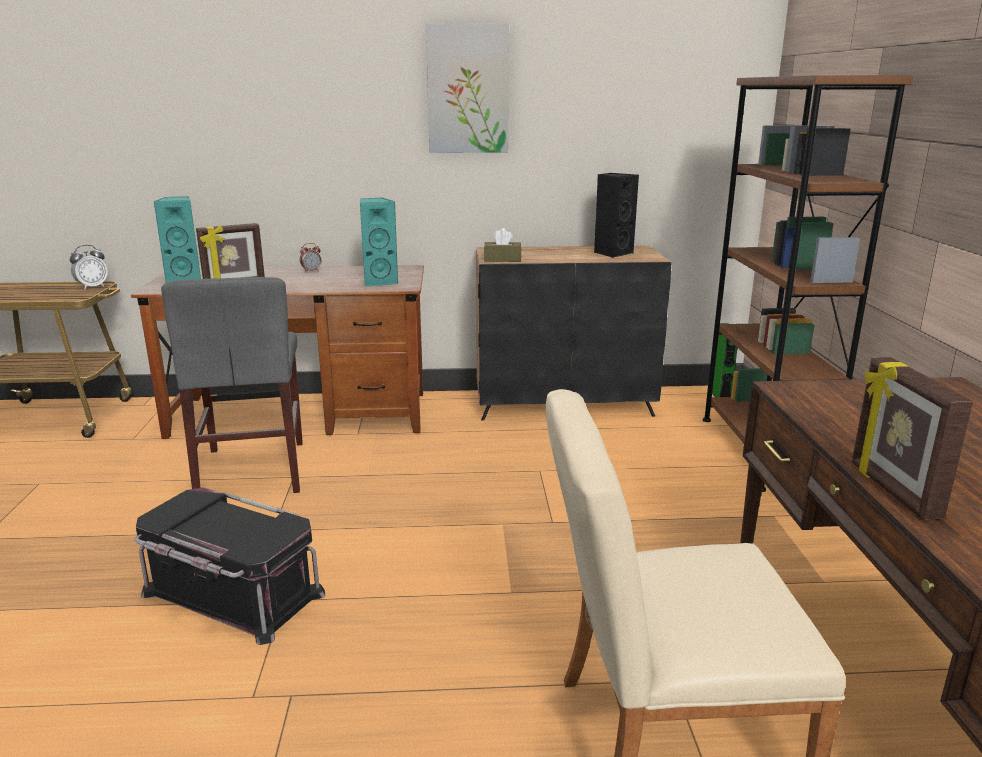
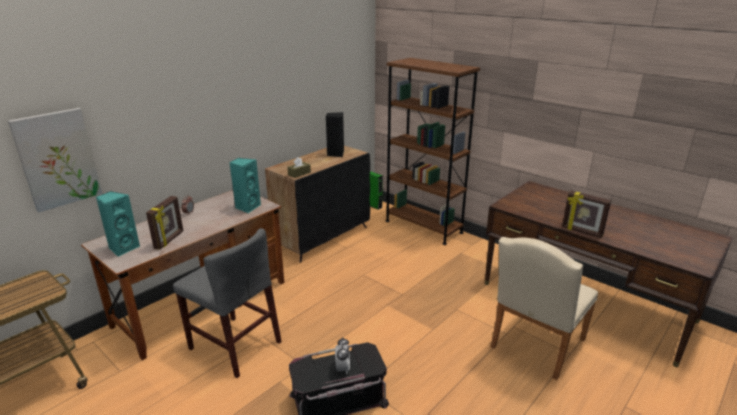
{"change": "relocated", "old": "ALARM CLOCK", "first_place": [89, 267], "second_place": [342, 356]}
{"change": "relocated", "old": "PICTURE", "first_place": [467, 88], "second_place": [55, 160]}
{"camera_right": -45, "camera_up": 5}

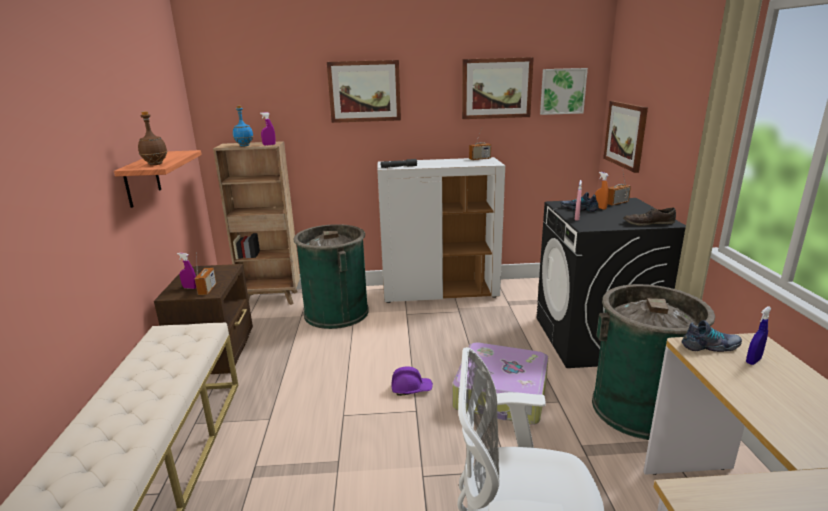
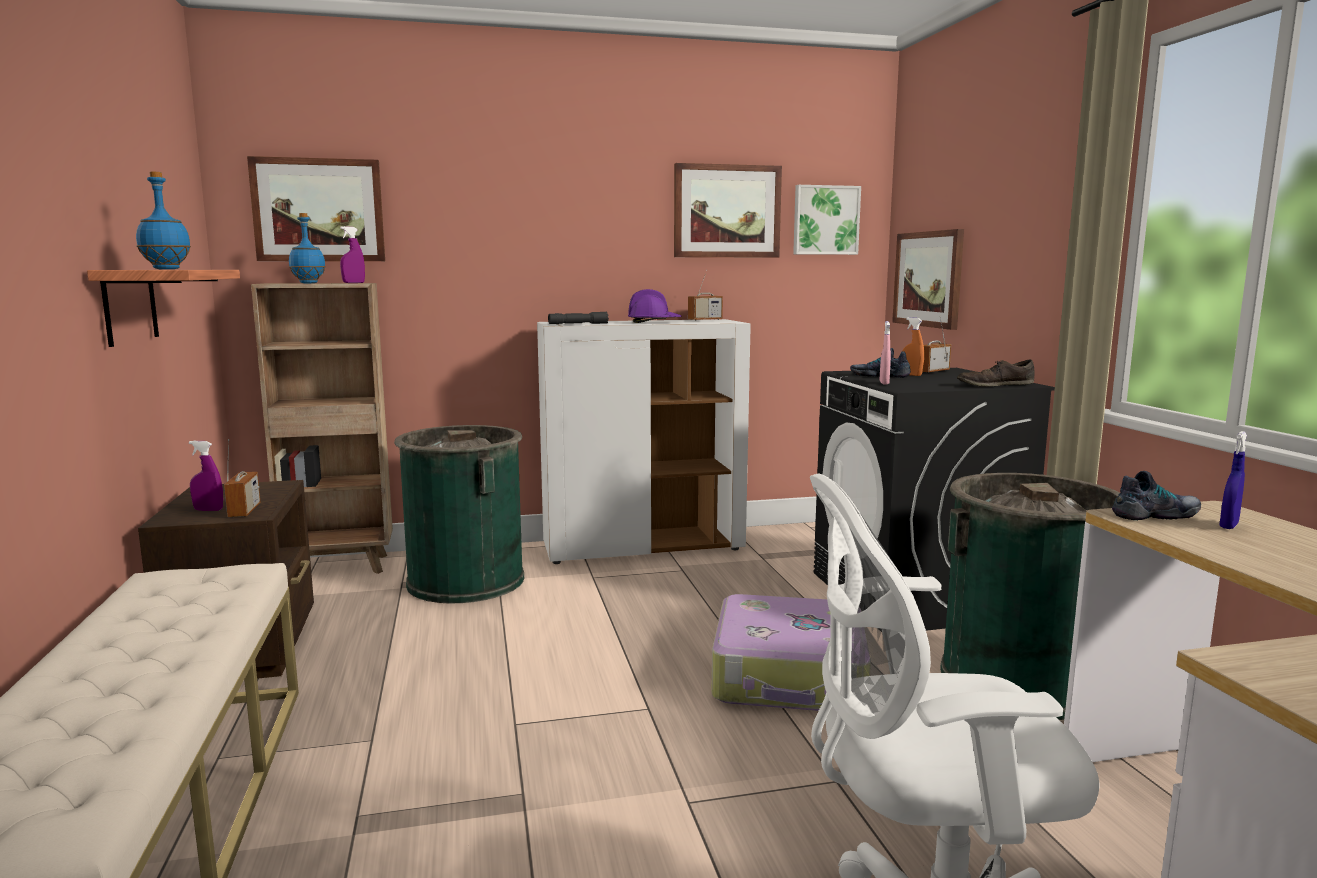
{"change": "relocated", "old": "PICTURE", "first_place": [364, 91], "second_place": [316, 208]}
{"change": "relocated", "old": "PURPLE HARD HAT", "first_place": [412, 381], "second_place": [655, 306]}
{"change": "colour", "old": "BROWN BOTTLE", "new": "BLUE BOTTLE", "first_place": [152, 138], "second_place": [163, 220]}
{"camera_right": -10, "camera_up": -10}

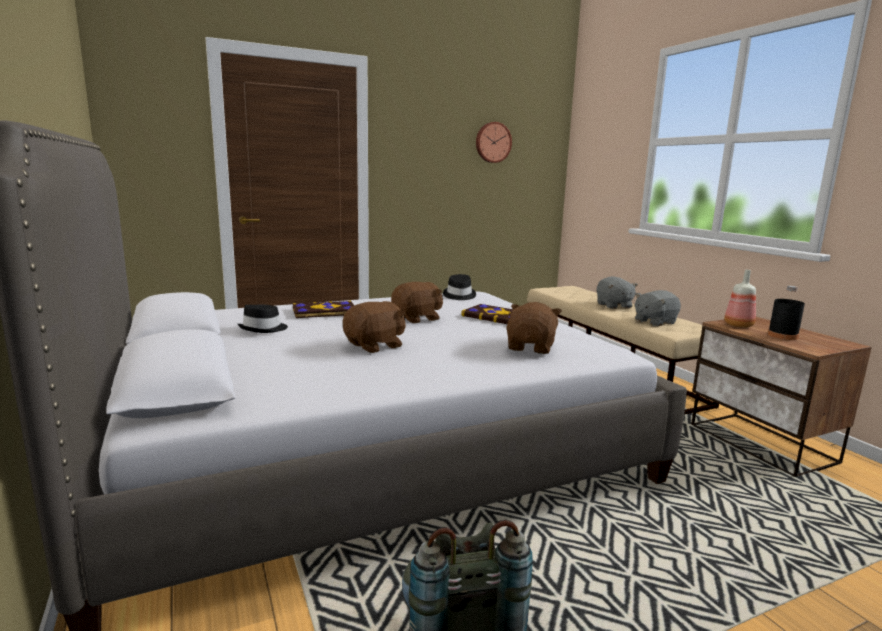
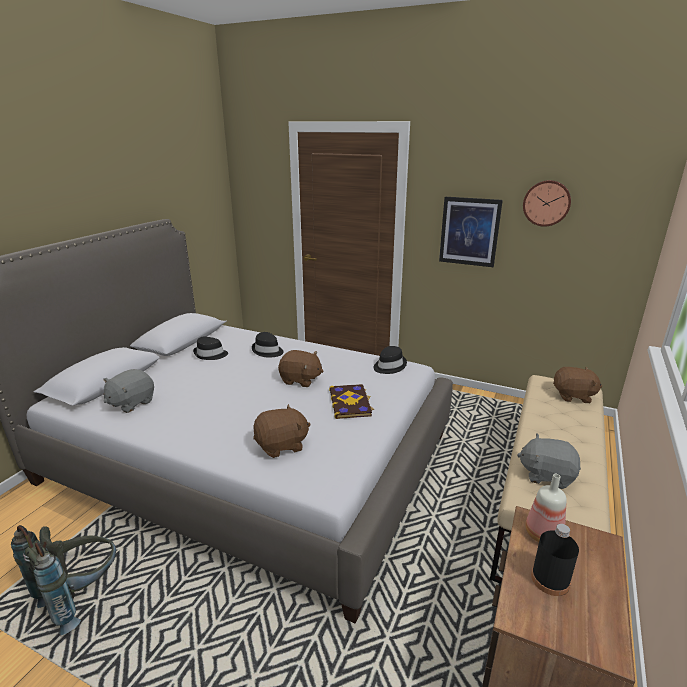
{"change": "appeared", "new": "PICTURE", "second_place": [471, 232]}
{"change": "relocated", "old": "BROWN PLUSH TOY", "first_place": [374, 327], "second_place": [577, 385]}
{"change": "relocated", "old": "GREY PLUSH TOY", "first_place": [617, 292], "second_place": [128, 391]}
{"change": "exchanged", "old": "BOOK", "new": "BLACK HAT", "first_place": [323, 309], "second_place": [267, 345]}
{"camera_right": 50, "camera_up": 10}

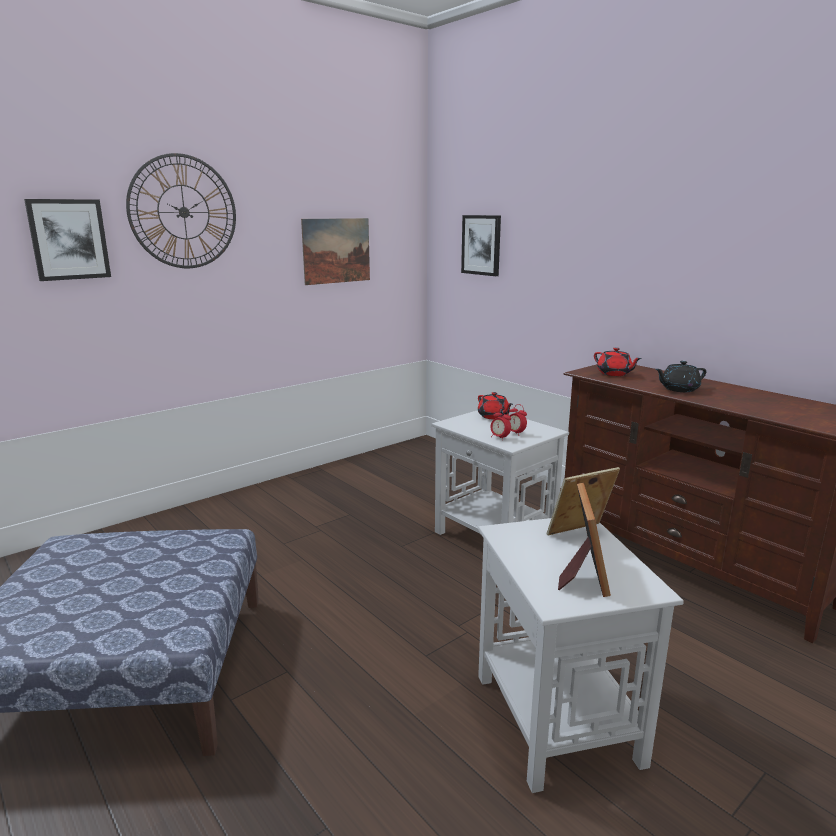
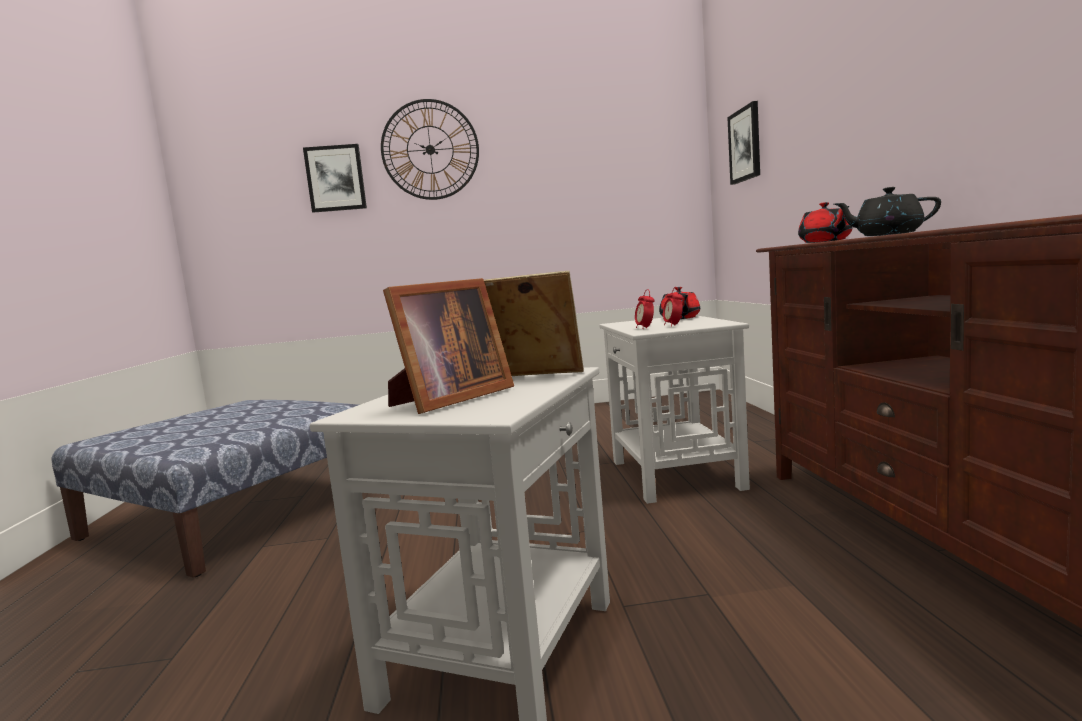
{"change": "missing", "old": "PICTURE", "first_place": [335, 251]}
{"camera_right": 35, "camera_up": -10}

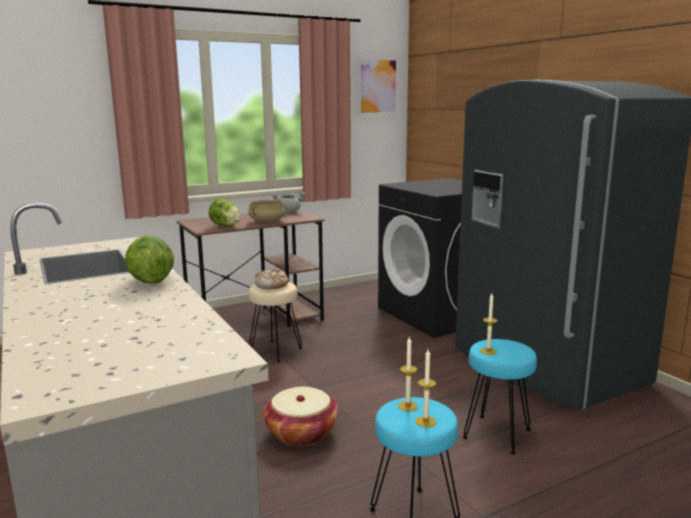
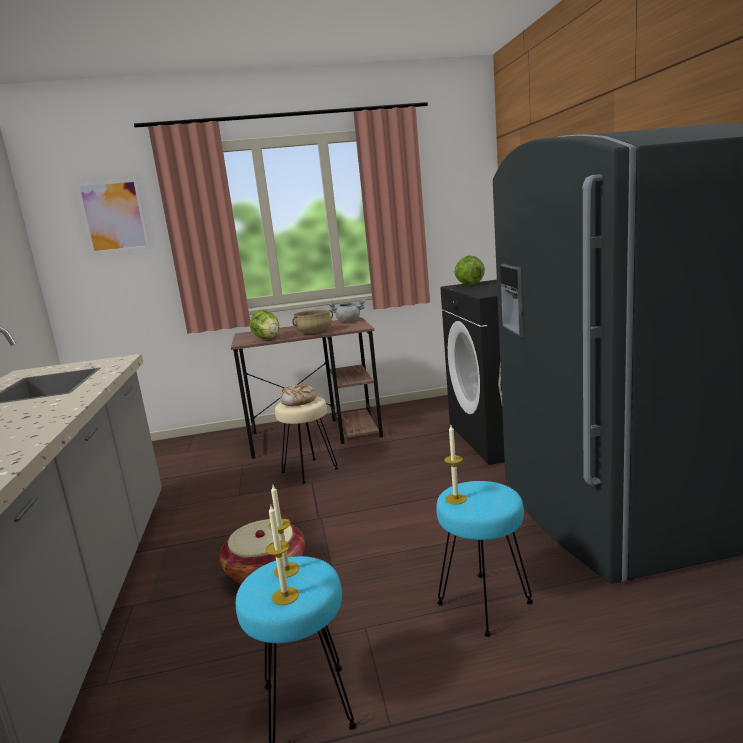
{"change": "relocated", "old": "LETTUCE", "first_place": [149, 259], "second_place": [470, 270]}
{"change": "relocated", "old": "PICTURE", "first_place": [378, 86], "second_place": [113, 216]}
{"camera_right": 20, "camera_up": 0}

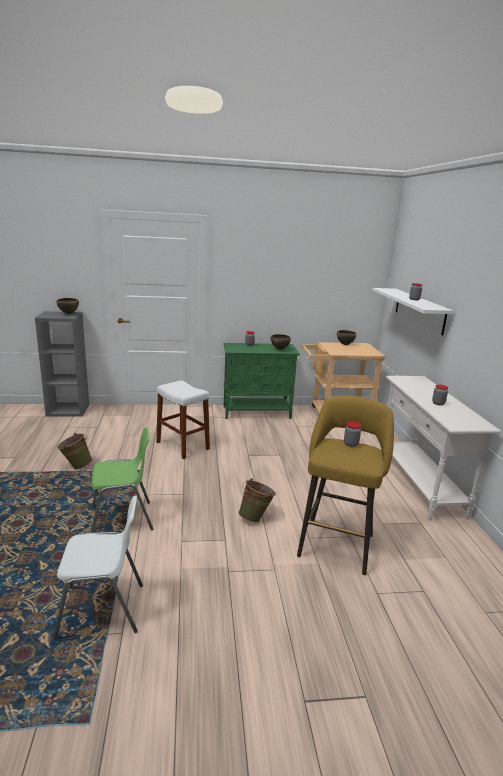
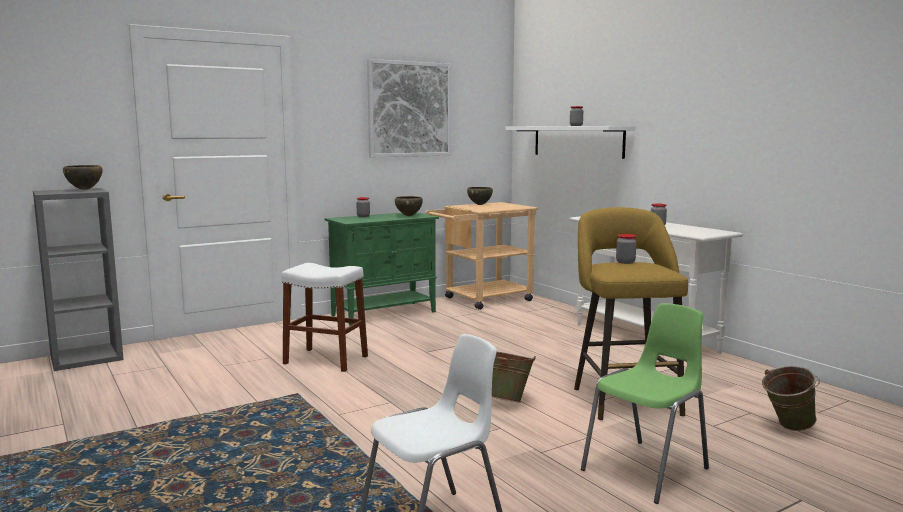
{"change": "appeared", "new": "PICTURE", "second_place": [409, 108]}
{"change": "relocated", "old": "GREEN BUCKET", "first_place": [74, 451], "second_place": [791, 398]}
{"change": "relocated", "old": "GREEN CHAIR", "first_place": [122, 479], "second_place": [645, 403]}
{"camera_right": -25, "camera_up": -10}

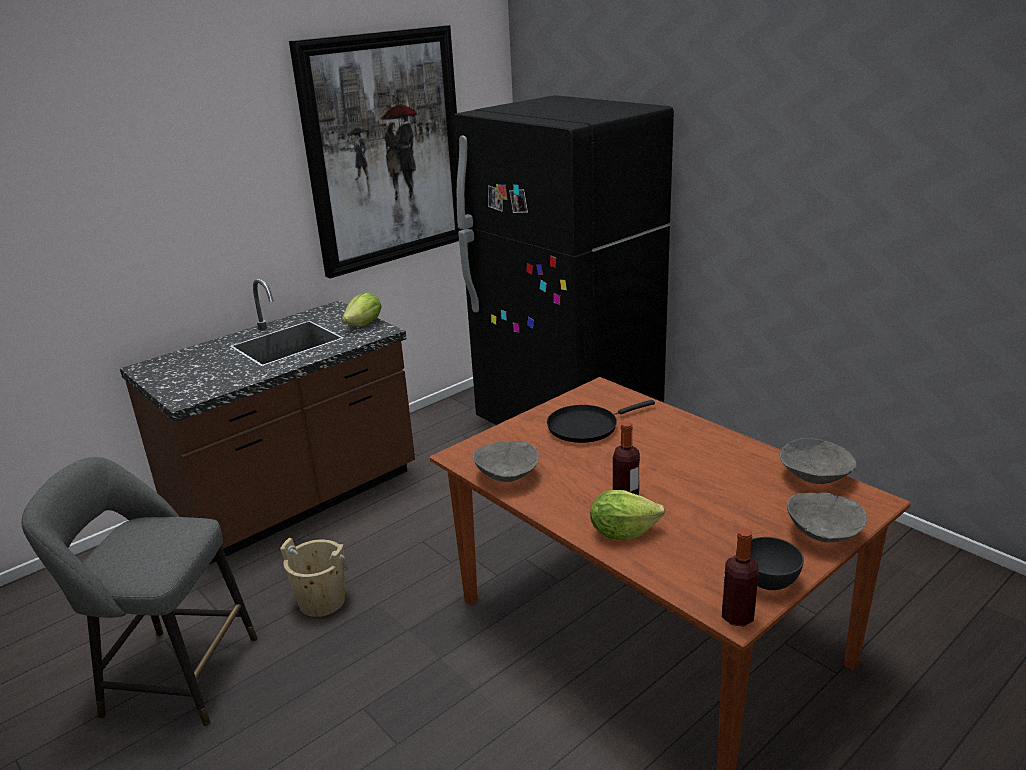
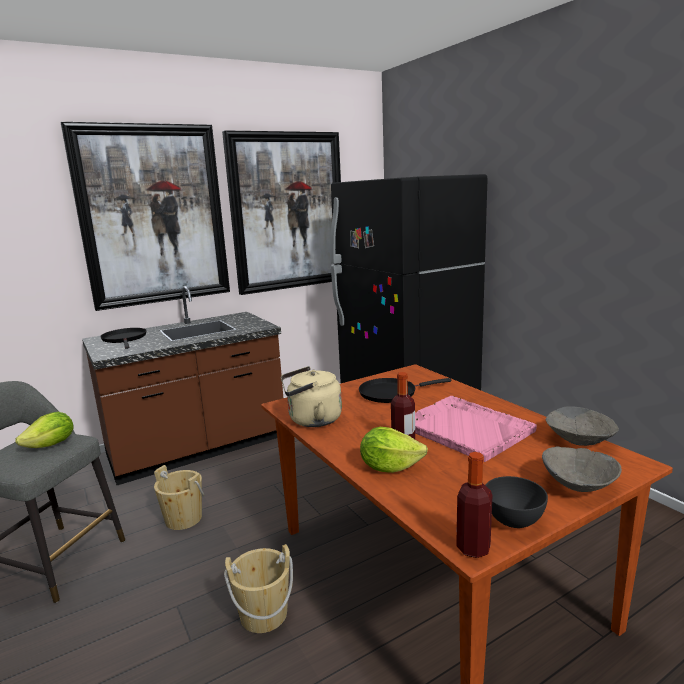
{"change": "appeared", "new": "PICTURE", "second_place": [145, 216]}
{"change": "appeared", "new": "BLACK FRYING PAN", "second_place": [123, 338]}
{"change": "appeared", "new": "BEIGE BUCKET", "second_place": [258, 588]}
{"change": "appeared", "new": "PINK TRAY", "second_place": [476, 429]}
{"change": "relocated", "old": "LETTUCE", "first_place": [362, 309], "second_place": [44, 430]}
{"change": "exchanged", "old": "GREY BOWL", "new": "BEIGE KETTLE", "first_place": [506, 461], "second_place": [311, 396]}
{"camera_right": 10, "camera_up": -10}

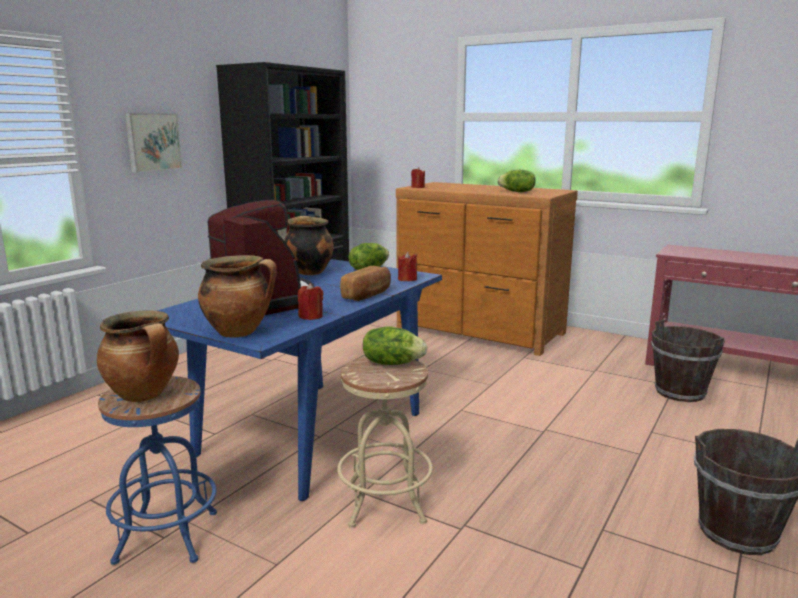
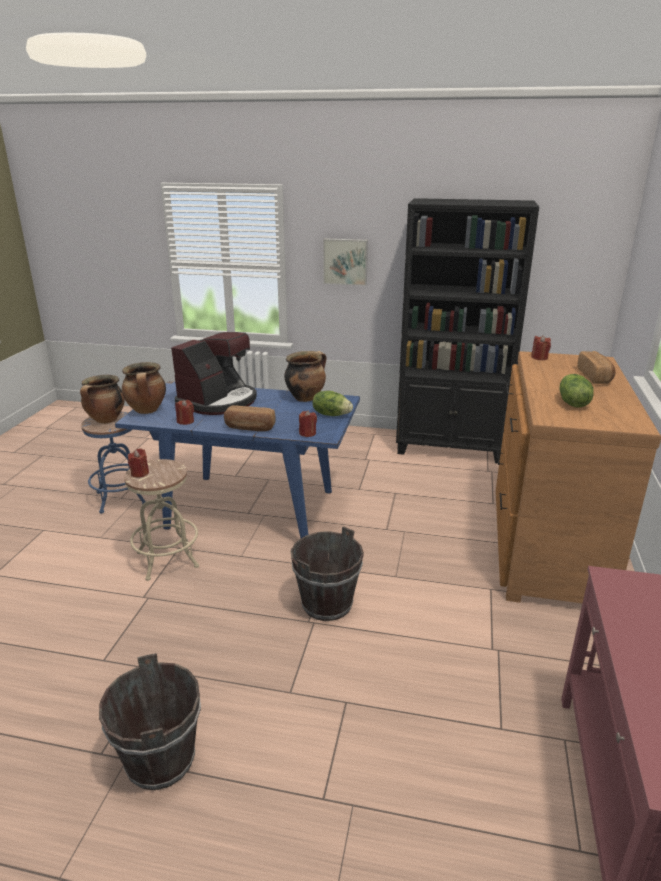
{"change": "missing", "old": "LETTUCE", "first_place": [395, 345]}
{"change": "appeared", "new": "RED CANDLE", "second_place": [138, 463]}
{"change": "appeared", "new": "BREAD", "second_place": [596, 367]}
{"change": "relocated", "old": "BROWN BUCKET", "first_place": [688, 361], "second_place": [327, 573]}
{"camera_right": 70, "camera_up": 10}

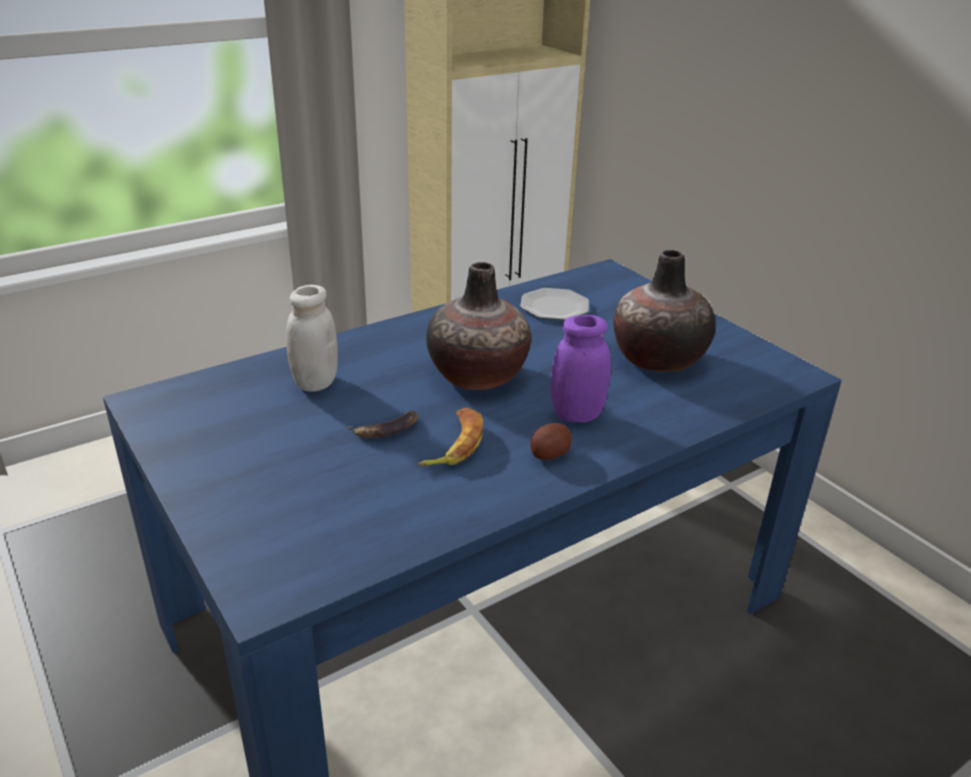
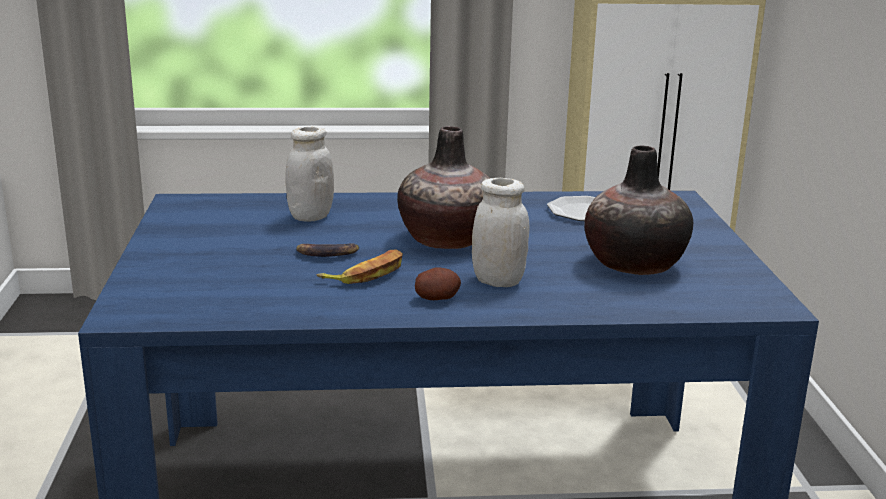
{"change": "colour", "old": "PURPLE JAR", "new": "WHITE JAR", "first_place": [581, 369], "second_place": [500, 232]}
{"camera_right": 30, "camera_up": -10}

